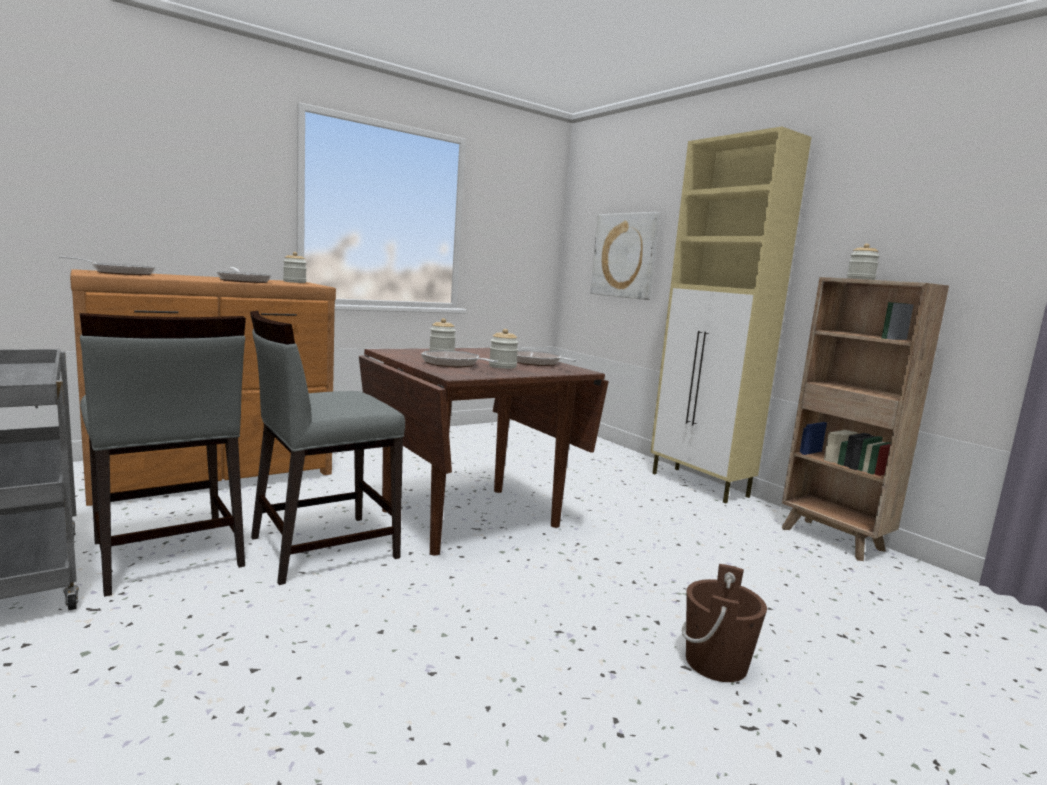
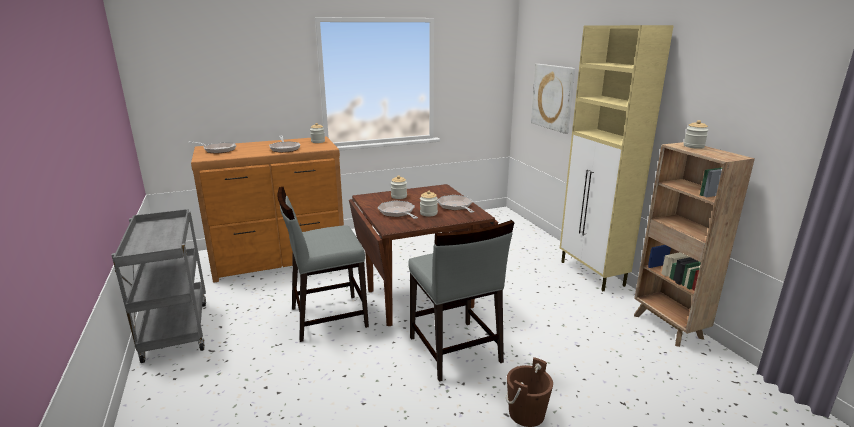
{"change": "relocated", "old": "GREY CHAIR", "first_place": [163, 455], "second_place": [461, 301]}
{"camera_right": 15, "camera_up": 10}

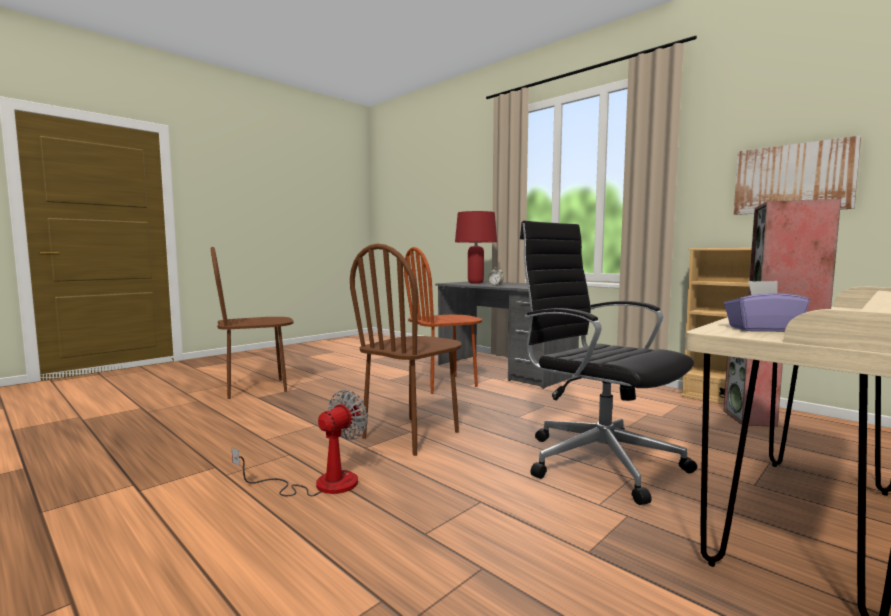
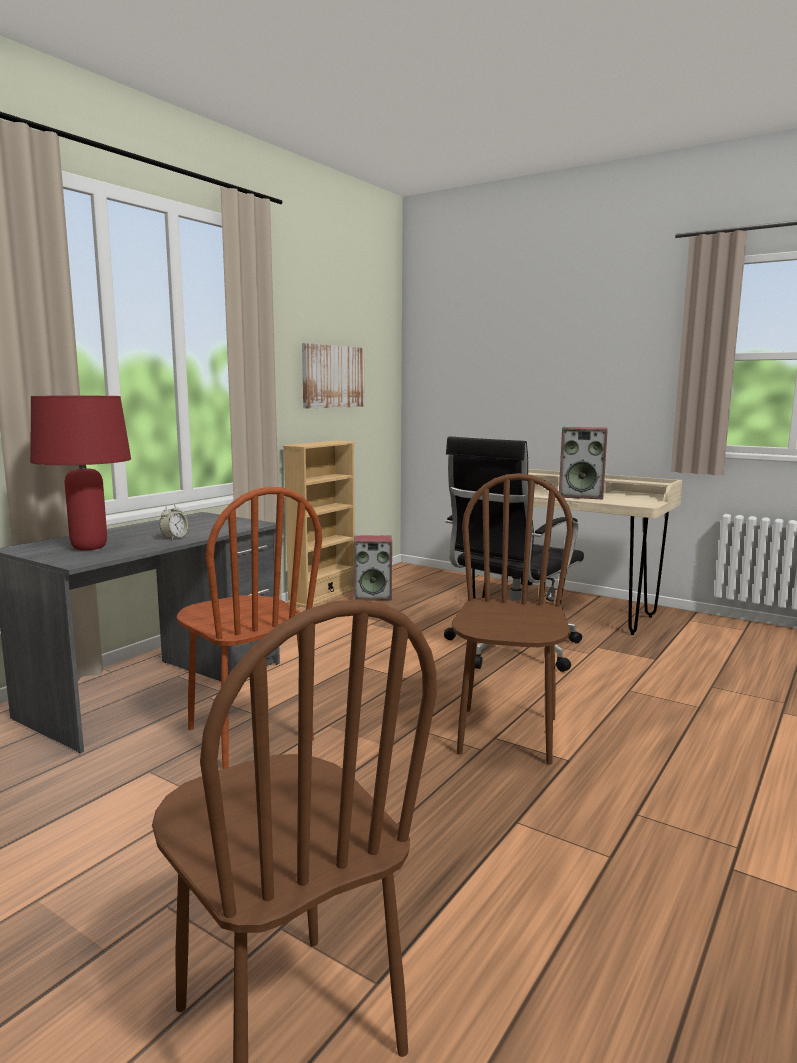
{"change": "missing", "old": "FAN", "first_place": [300, 443]}
{"change": "missing", "old": "PURPLE TISSUE BOX", "first_place": [767, 306]}
{"change": "spun", "old": "BROWN CHAIR", "first_place": [406, 350], "second_place": [513, 619], "degrees": -105}
{"camera_right": -100, "camera_up": 5}

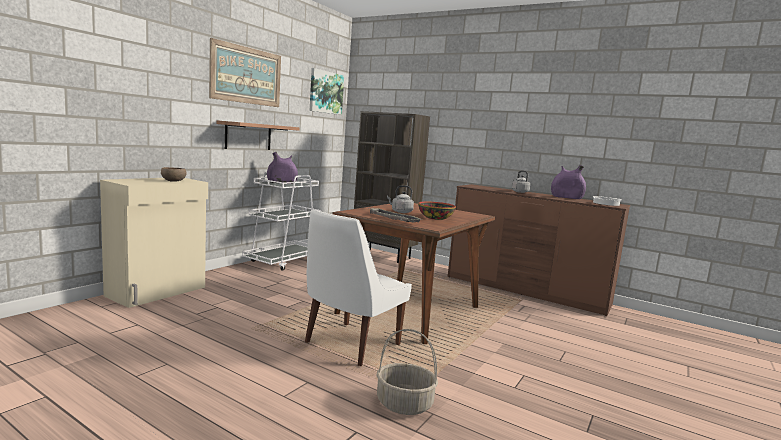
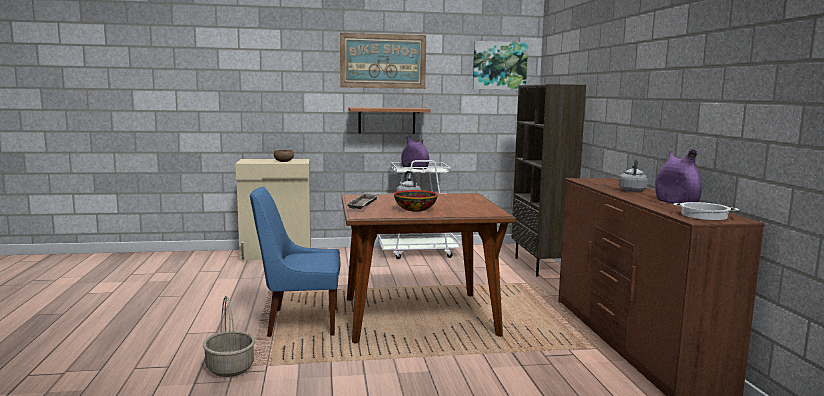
{"change": "colour", "old": "WHITE CHAIR", "new": "BLUE CHAIR", "first_place": [358, 288], "second_place": [295, 262]}
{"camera_right": 50, "camera_up": 0}

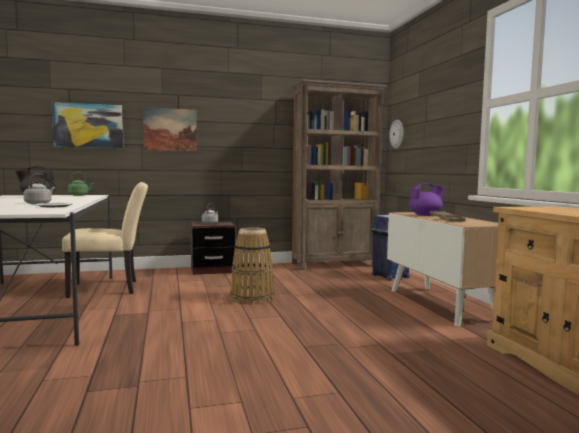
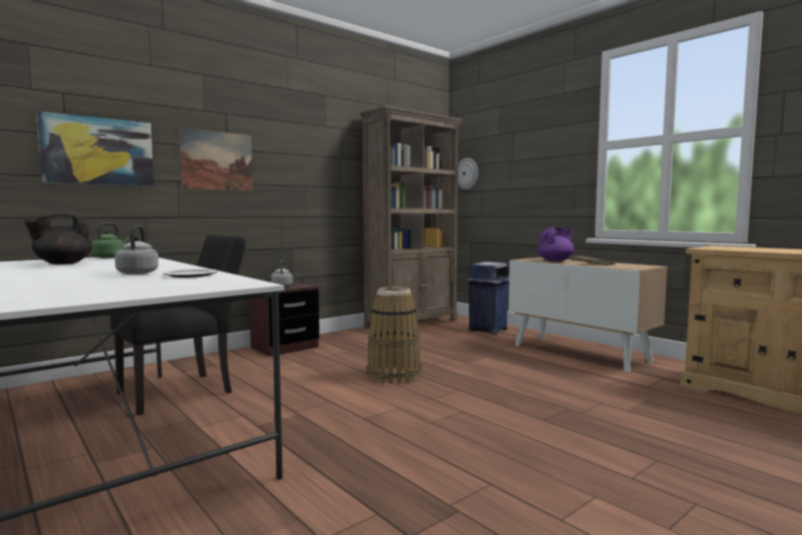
{"change": "colour", "old": "BEIGE CHAIR", "new": "BLACK CHAIR", "first_place": [105, 240], "second_place": [178, 324]}
{"camera_right": -25, "camera_up": 0}

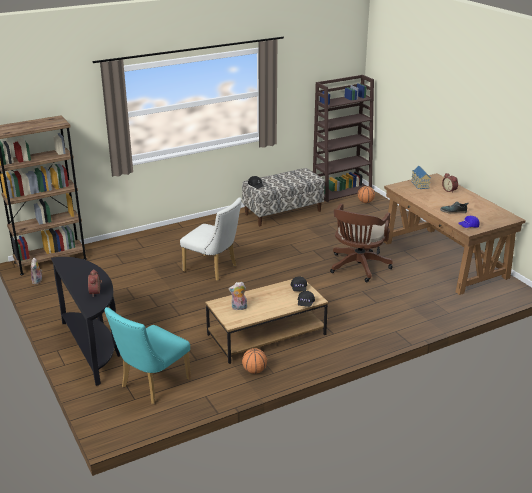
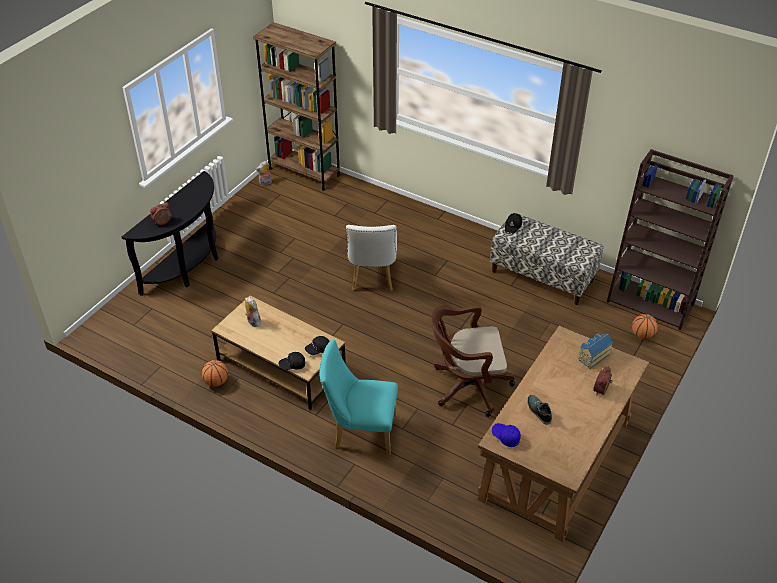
{"change": "relocated", "old": "TURQUOISE CHAIR", "first_place": [147, 355], "second_place": [358, 397]}
{"camera_right": 60, "camera_up": 15}

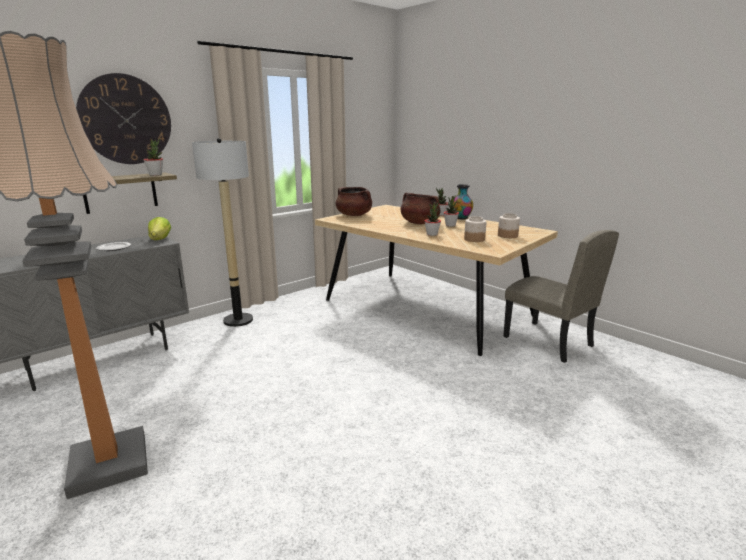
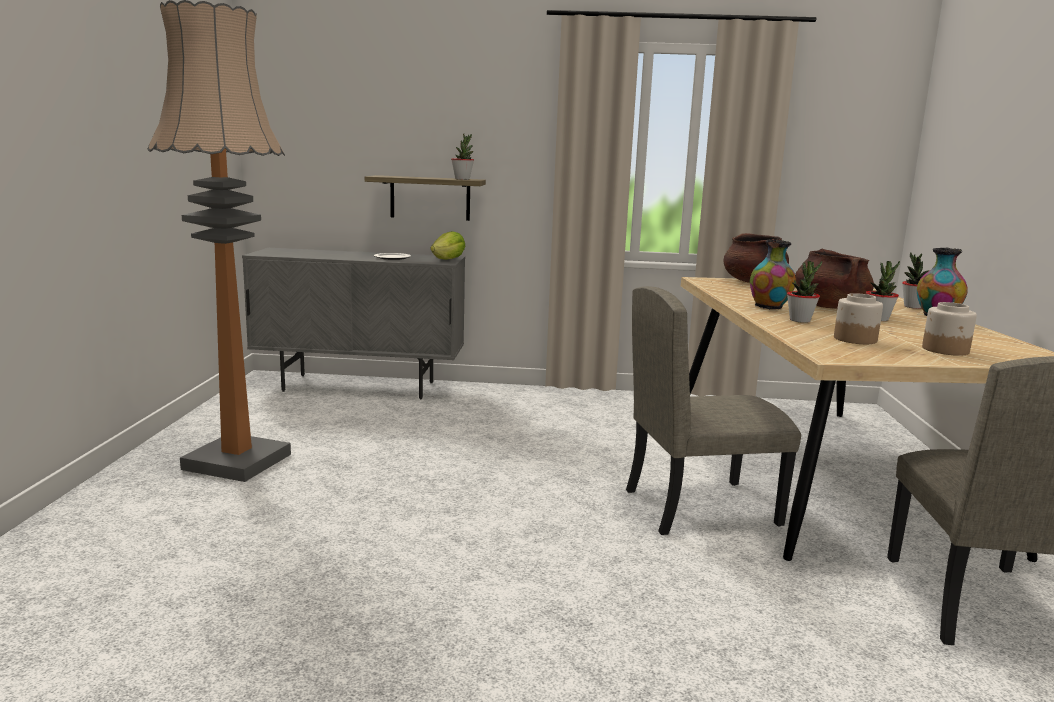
{"change": "missing", "old": "WALL CLOCK", "first_place": [123, 118]}
{"change": "missing", "old": "FLOOR LAMP", "first_place": [222, 232]}
{"change": "appeared", "new": "BEIGE CHAIR", "second_place": [713, 410]}
{"change": "appeared", "new": "VASE", "second_place": [773, 274]}
{"camera_right": 45, "camera_up": -5}

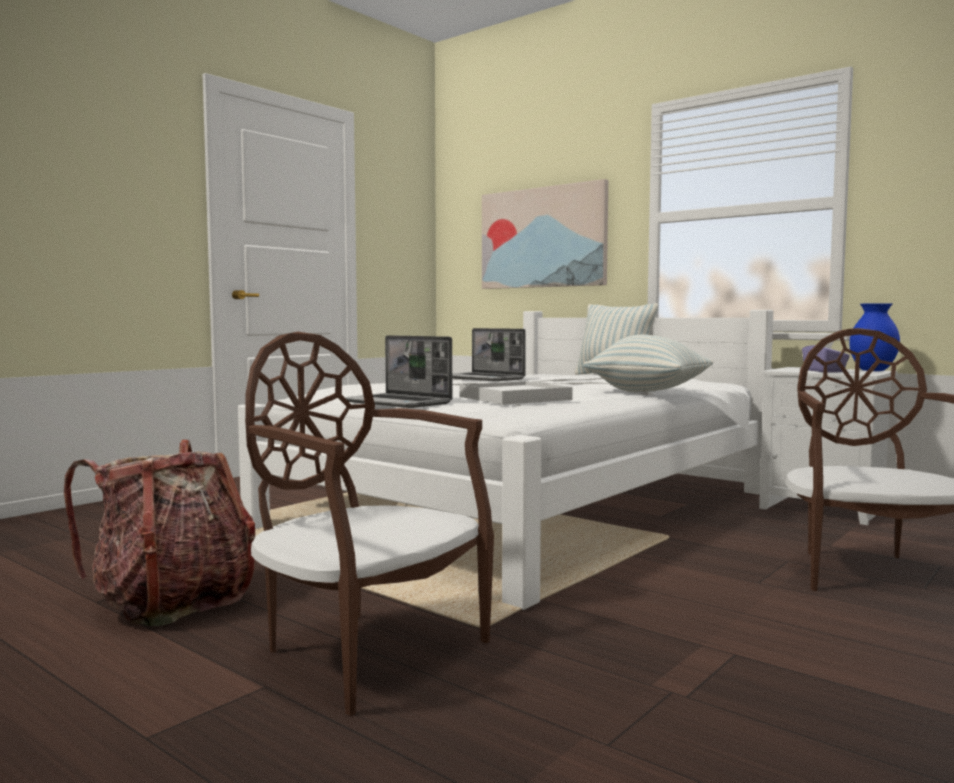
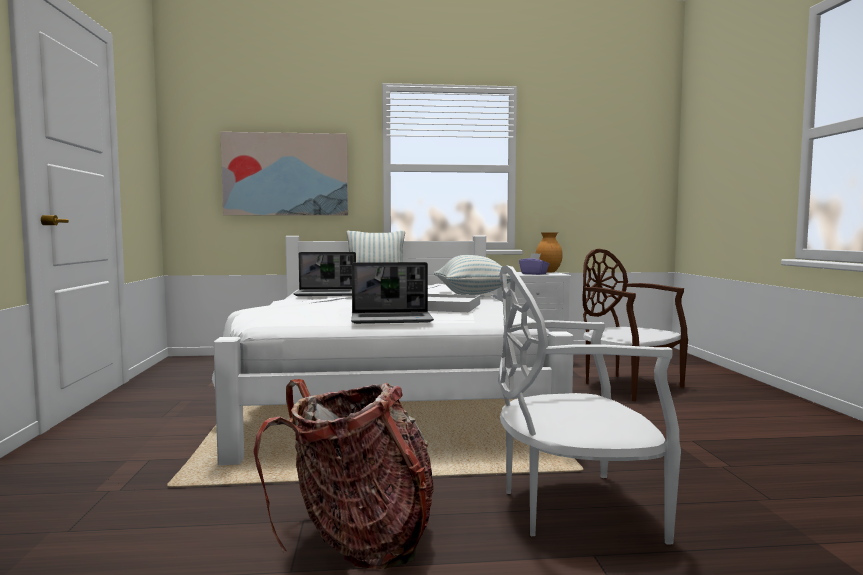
{"change": "colour", "old": "BROWN CHAIR", "new": "WHITE CHAIR", "first_place": [369, 524], "second_place": [589, 405]}
{"change": "colour", "old": "BLUE VASE", "new": "BROWN VASE", "first_place": [874, 337], "second_place": [549, 252]}
{"camera_right": -45, "camera_up": 0}

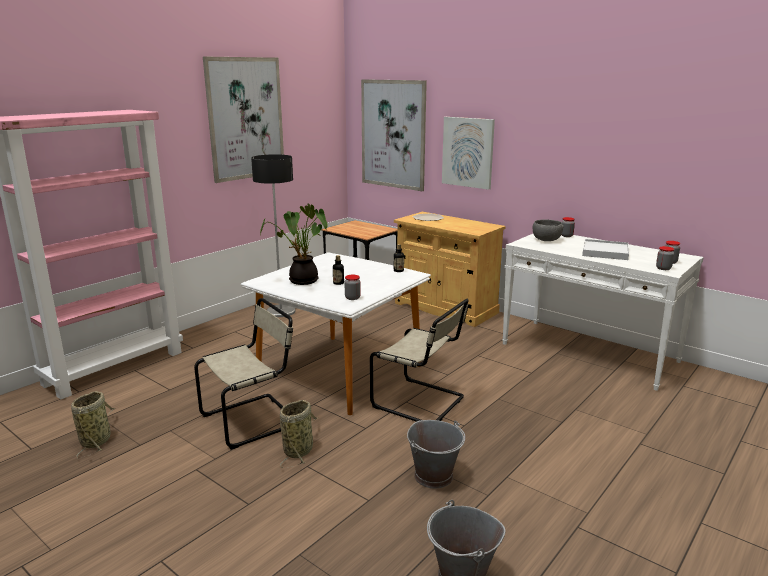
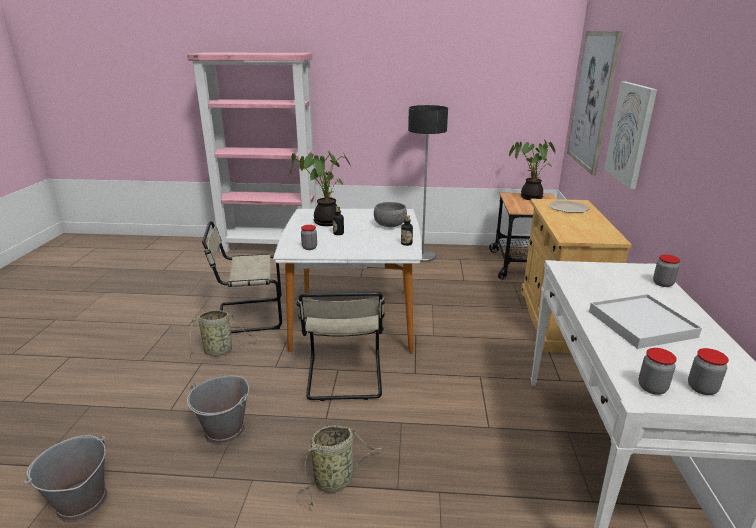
{"change": "missing", "old": "PICTURE", "first_place": [243, 120]}
{"change": "appeared", "new": "POTTED PLANT", "second_place": [532, 169]}
{"change": "relocated", "old": "BASKET", "first_place": [93, 424], "second_place": [339, 466]}
{"change": "relocated", "old": "GREY BOWL", "first_place": [548, 230], "second_place": [390, 214]}
{"change": "spun", "old": "BEIGE CHAIR", "first_place": [243, 374], "second_place": [242, 277], "degrees": 150}
{"camera_right": 55, "camera_up": 5}

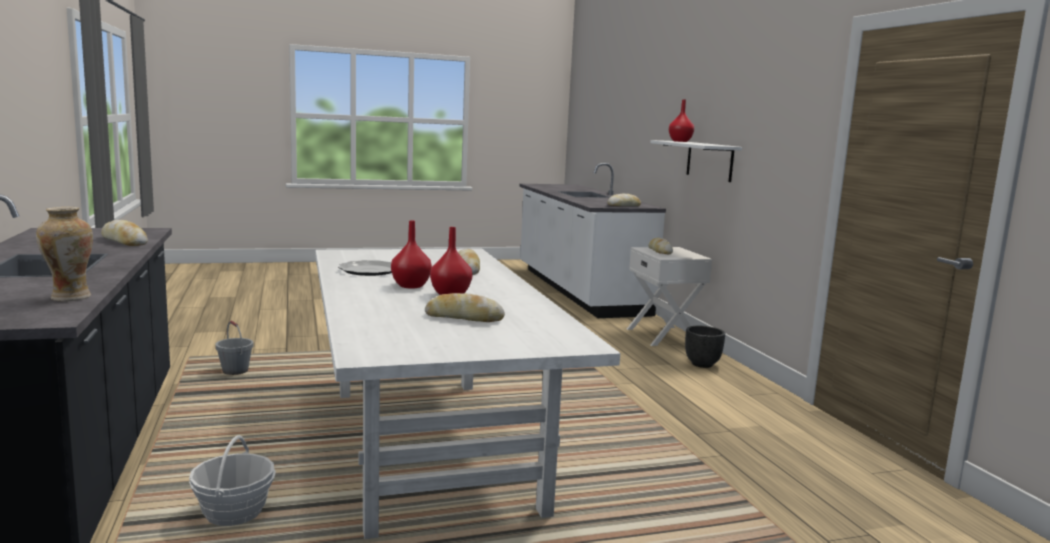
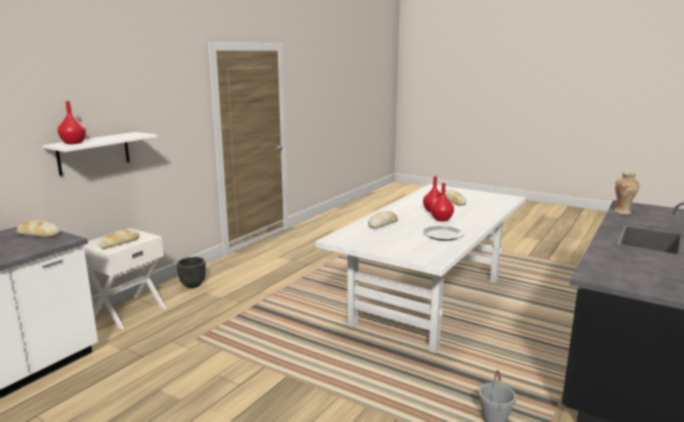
{"change": "missing", "old": "BREAD", "first_place": [124, 233]}
{"change": "missing", "old": "BASKET", "first_place": [232, 480]}
{"camera_right": -130, "camera_up": 5}

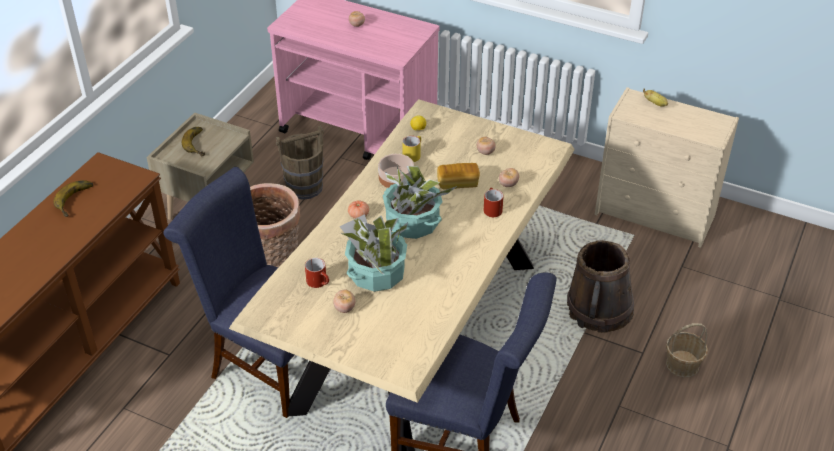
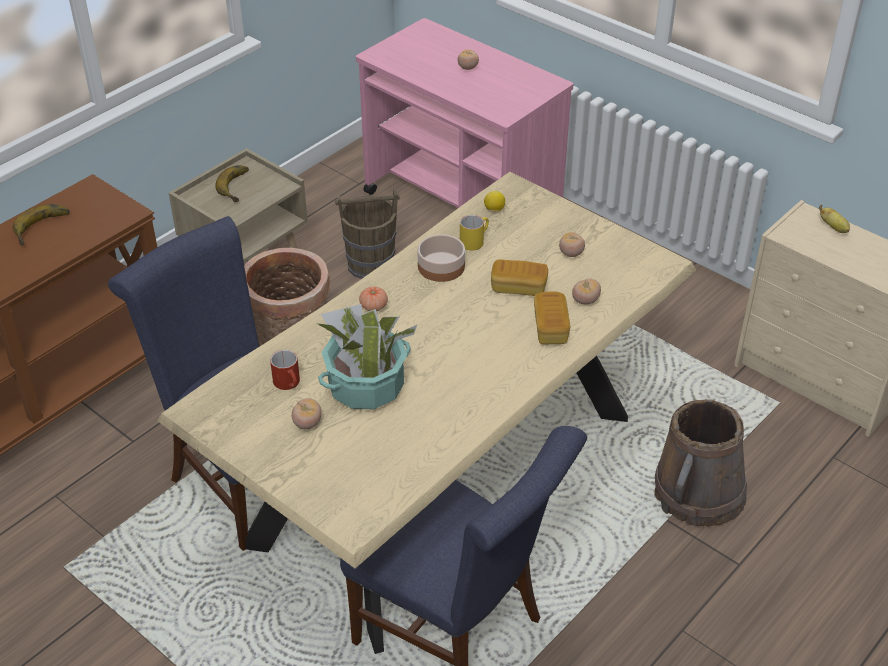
{"change": "missing", "old": "POTTED PLANT", "first_place": [420, 202]}
{"change": "missing", "old": "BASKET", "first_place": [687, 350]}
{"change": "exchanged", "old": "RED MUG", "new": "BREAD", "first_place": [494, 202], "second_place": [552, 318]}
{"camera_right": 15, "camera_up": 0}

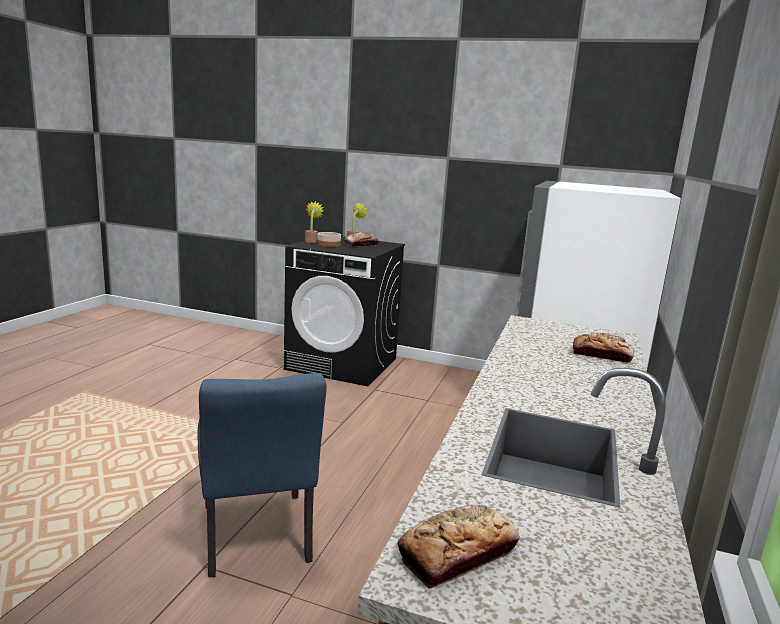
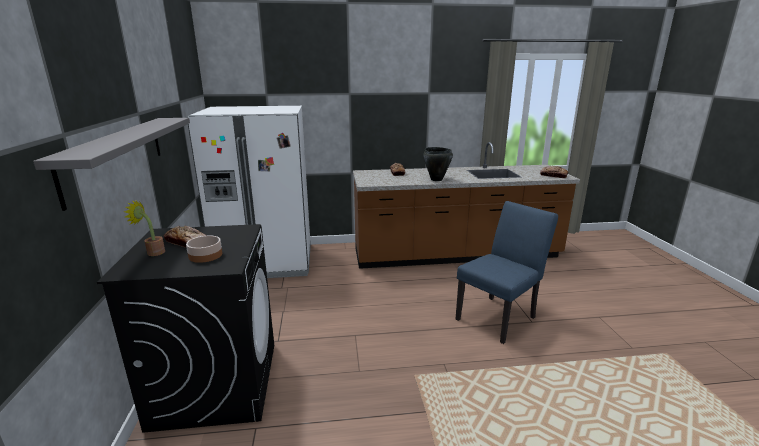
{"change": "missing", "old": "POTTED PLANT", "first_place": [314, 222]}
{"change": "appeared", "new": "GREY SHELF", "second_place": [111, 164]}
{"change": "appeared", "new": "BLACK COOKING POT", "second_place": [438, 164]}
{"camera_right": -115, "camera_up": 5}

